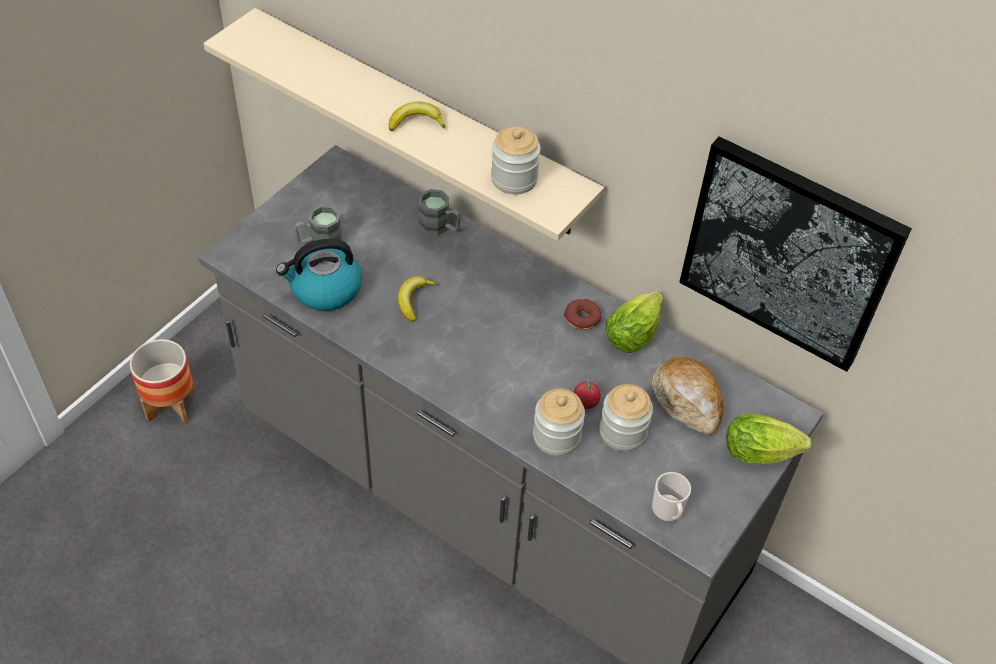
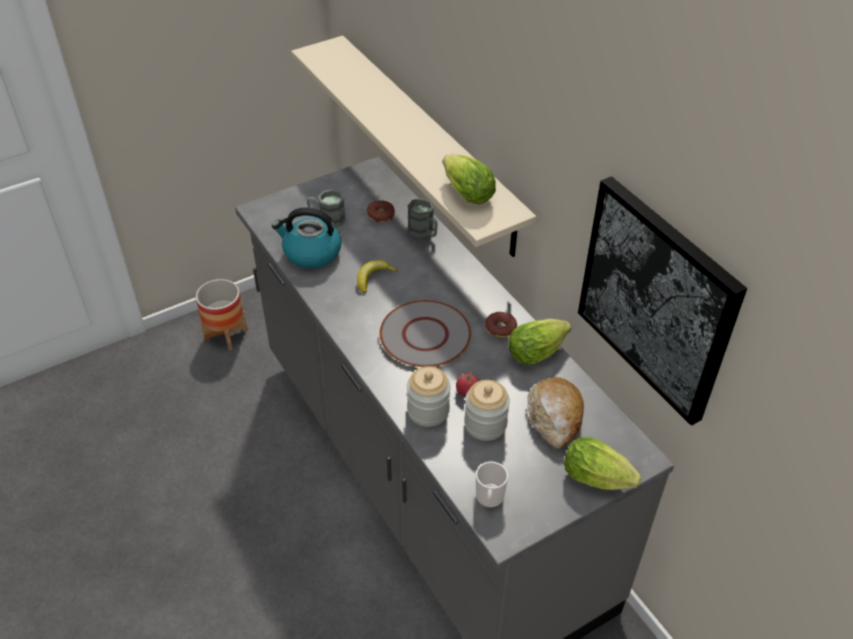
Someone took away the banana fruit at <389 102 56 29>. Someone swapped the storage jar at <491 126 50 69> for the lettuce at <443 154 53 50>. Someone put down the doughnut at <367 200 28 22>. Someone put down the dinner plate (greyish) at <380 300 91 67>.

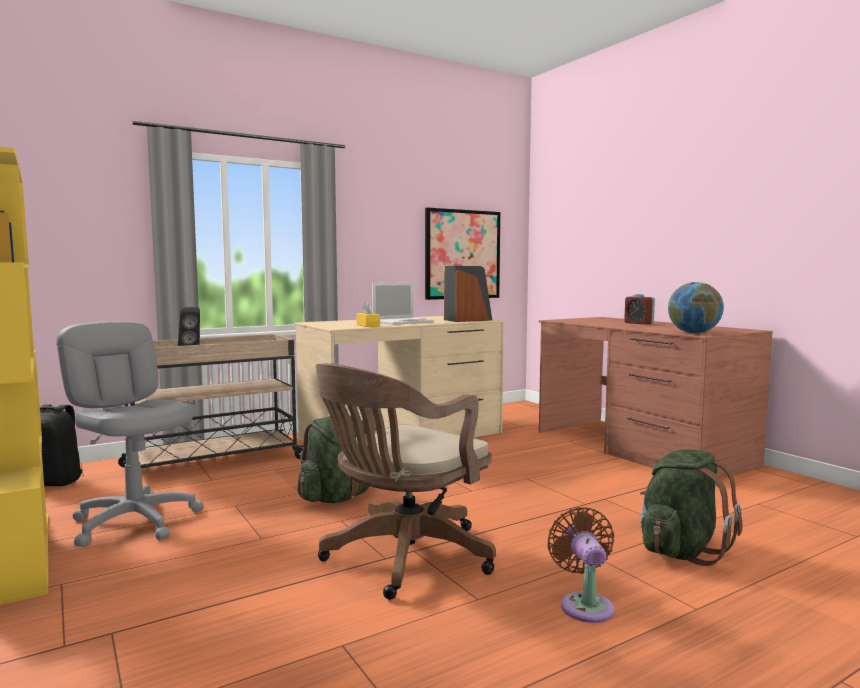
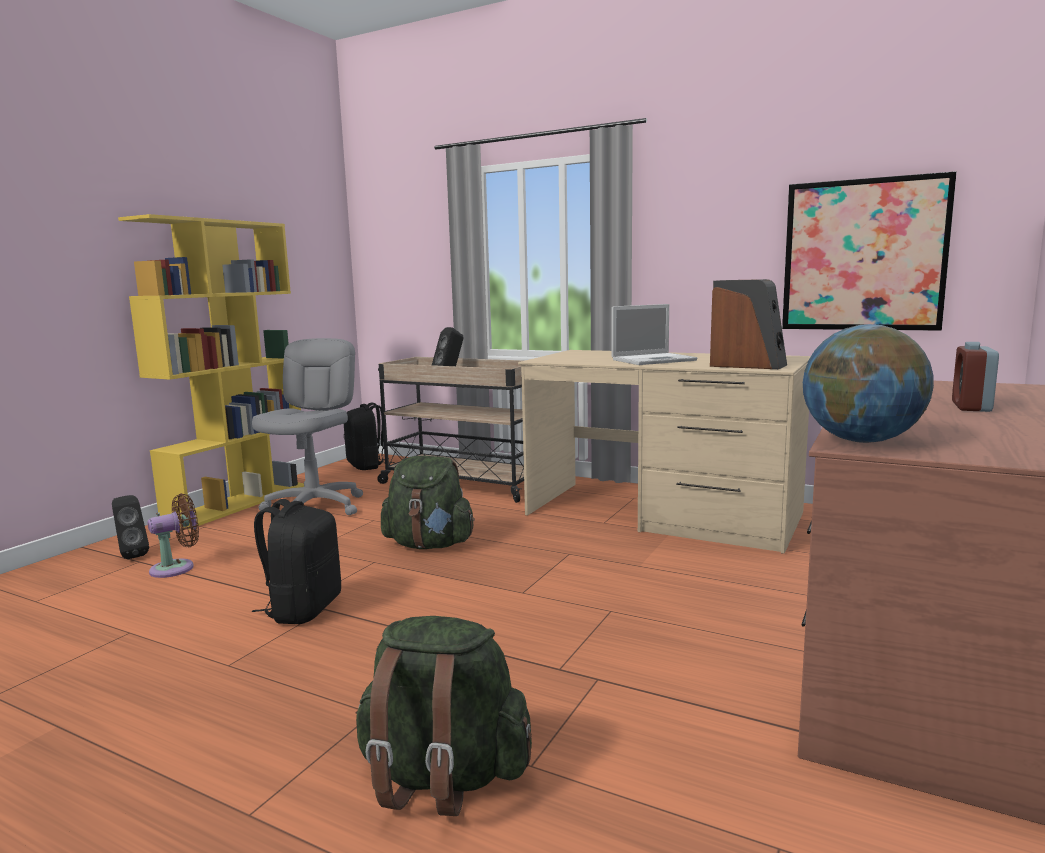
Someone rotated the laptop at <372 282 62 43> by 45 degrees counterclockwise. Someone took away the tissue box (yellow-coloured) at <356 302 24 25>. Someone swapped the office chair (brown-coloured) at <316 363 180 237> for the rucksack (blackish) at <252 499 89 125>. Someone carried the cooling fan (brown-coloured) from <548 507 66 116> to <147 493 52 85>. Someone put down the speaker (blackish) at <112 495 37 64>.

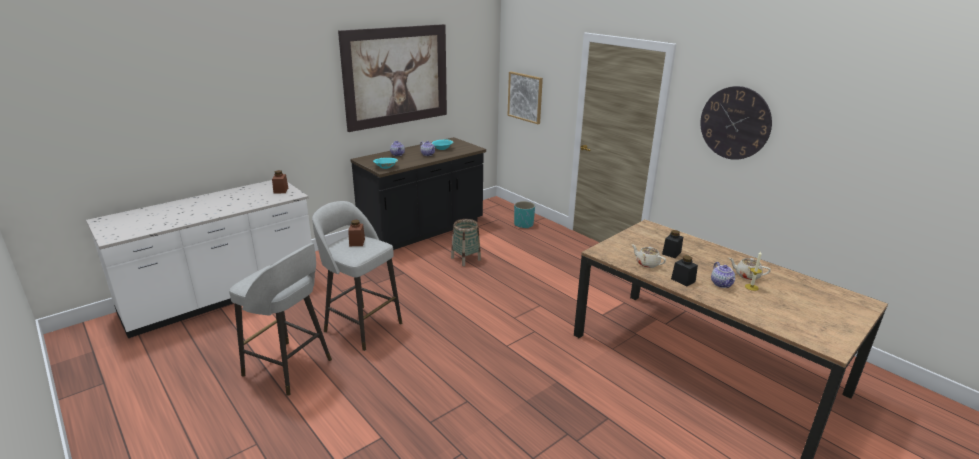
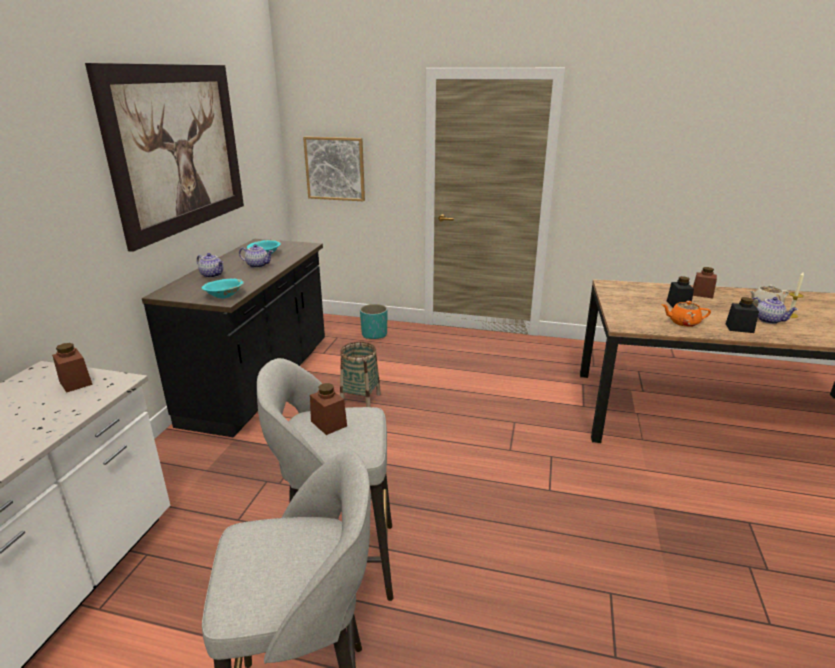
Someone took away the wall clock at <700 86 72 74>. Someone repainted the teapot (beige) at <632 244 34 24>, which became the teapot (orange) at <661 301 50 26>. Someone put down the storage jar (brown-coloured) at <693 267 24 31>.

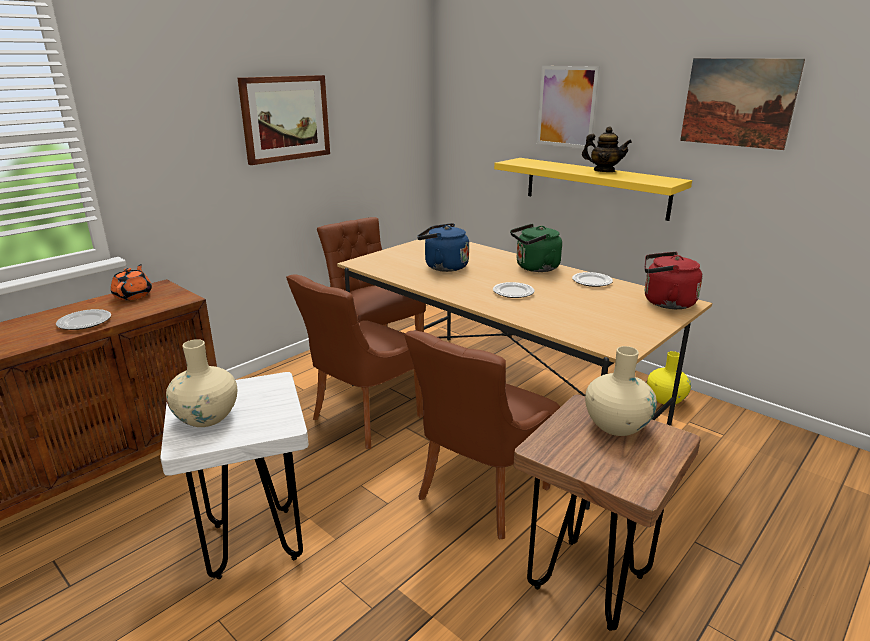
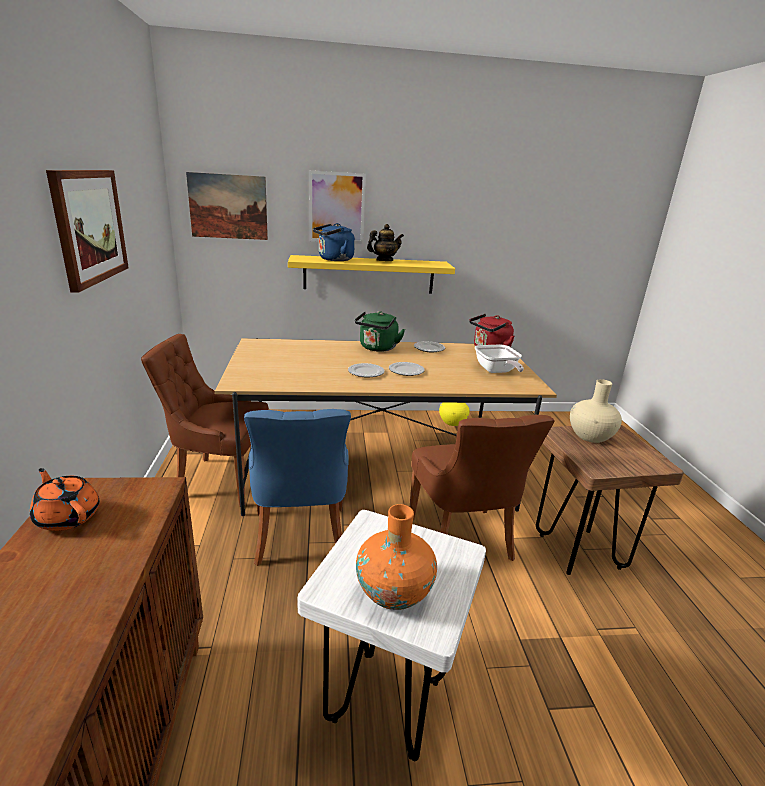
Someone carried the picture from <680 58 125 92> to <186 172 82 68>. Someone carried the tea kettle (blue) from <417 223 52 49> to <313 223 42 38>. Someone repainted the plain chair (brown-coloured) at <286 274 137 175>, which became the plain chair (blue) at <244 409 107 157>. Someone carried the dinner plate from <56 309 55 21> to <348 363 37 15>. Someone repainted the decorative vase (beige) at <166 339 71 88>, which became the decorative vase (orange) at <356 504 81 106>. Someone put down the pan at <475 345 49 28>.

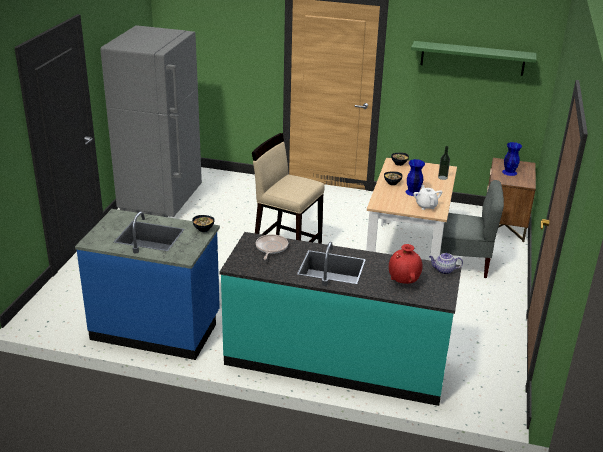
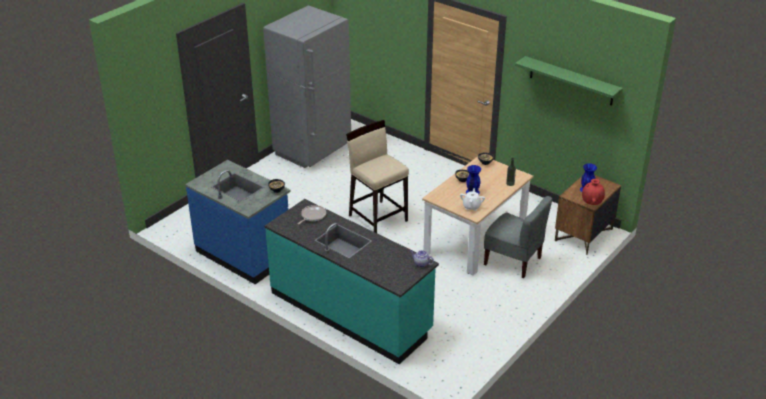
Someone carried the decorative vase (reddish) from <389 244 33 40> to <582 179 23 26>.

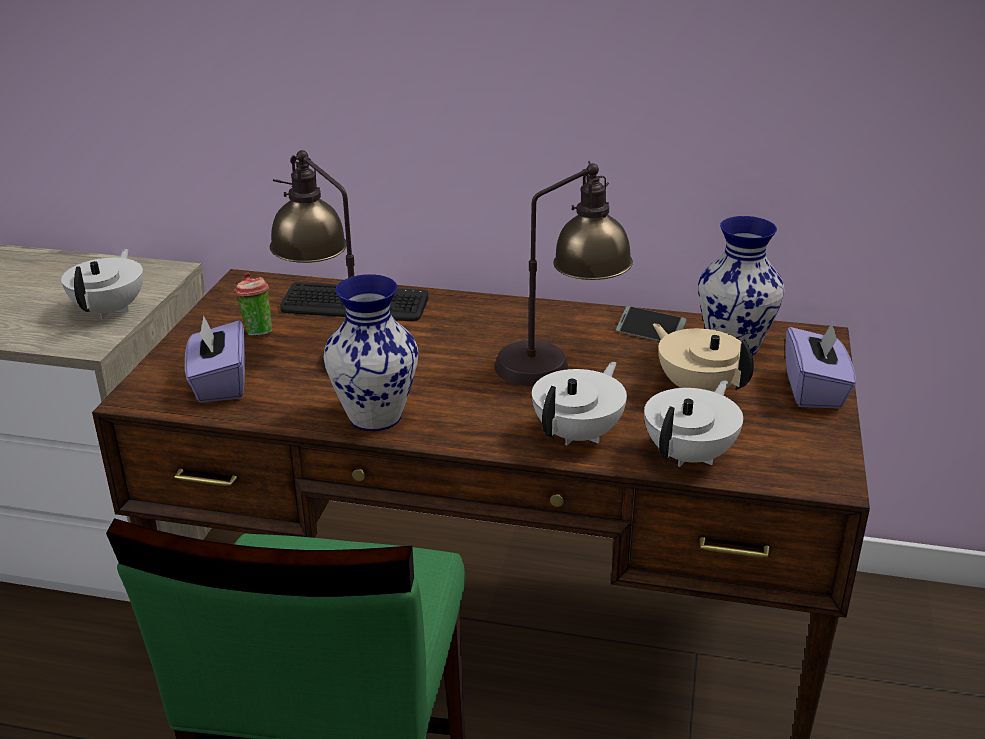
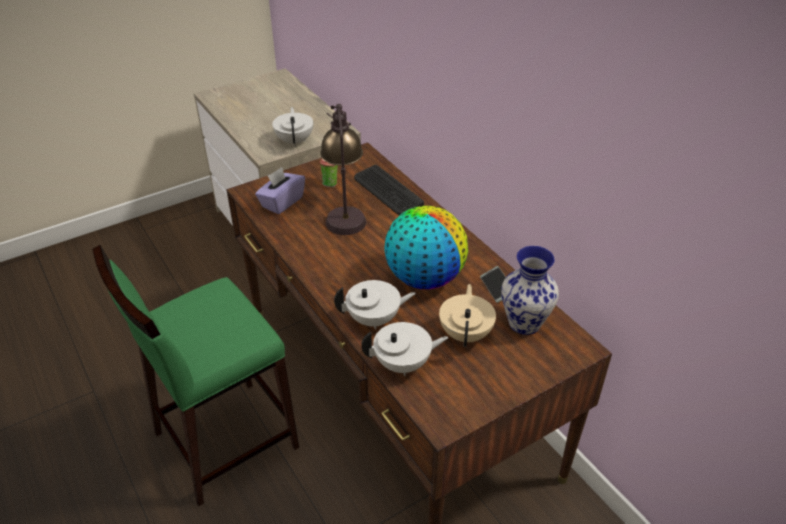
Someone swapped the tabletop lamp at <494 161 139 225> for the desk globe at <384 206 84 83>. Someone rotated the teapot (whitish) at <61 249 82 70> by 60 degrees counterclockwise. Someone took away the decorative vase at <324 274 94 157>. Someone took away the tissue box (purple-coloured) at <785 321 71 88>.

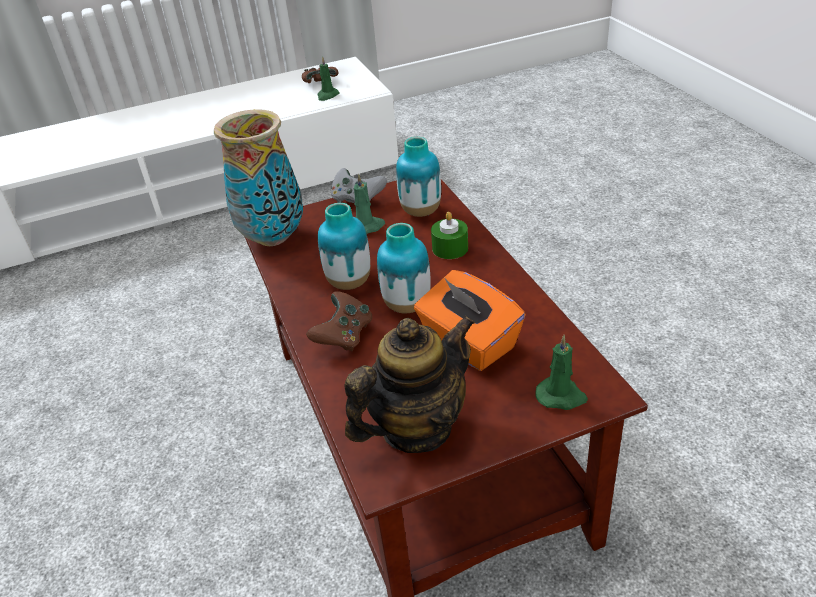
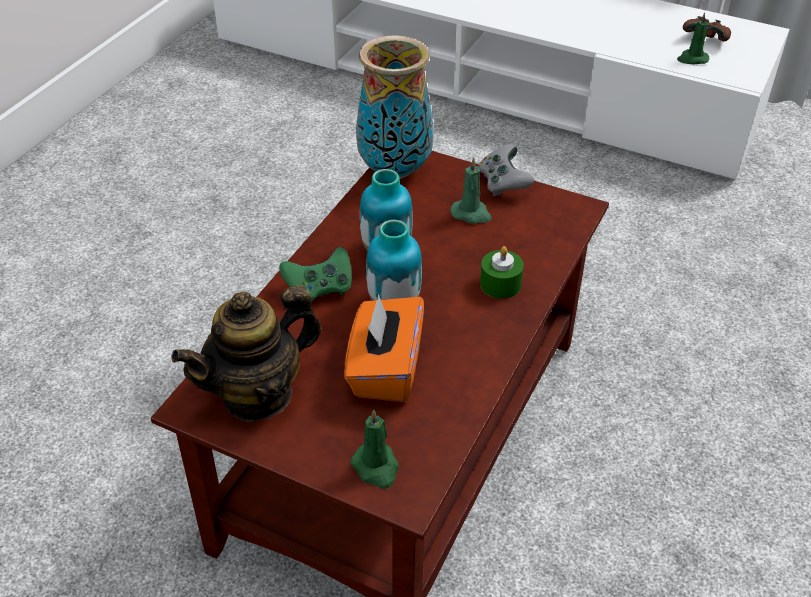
Someone took away the decorative vase at <396 137 45 80>. Someone repainted the joypad (brown-coloured) at <306 291 66 61>, which became the joypad (greenish) at <279 247 73 54>. Someone rotated the teapot at <344 315 131 138> by 135 degrees clockwise.

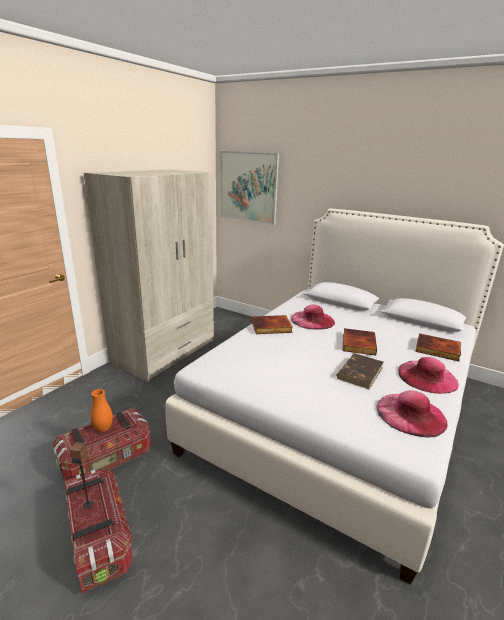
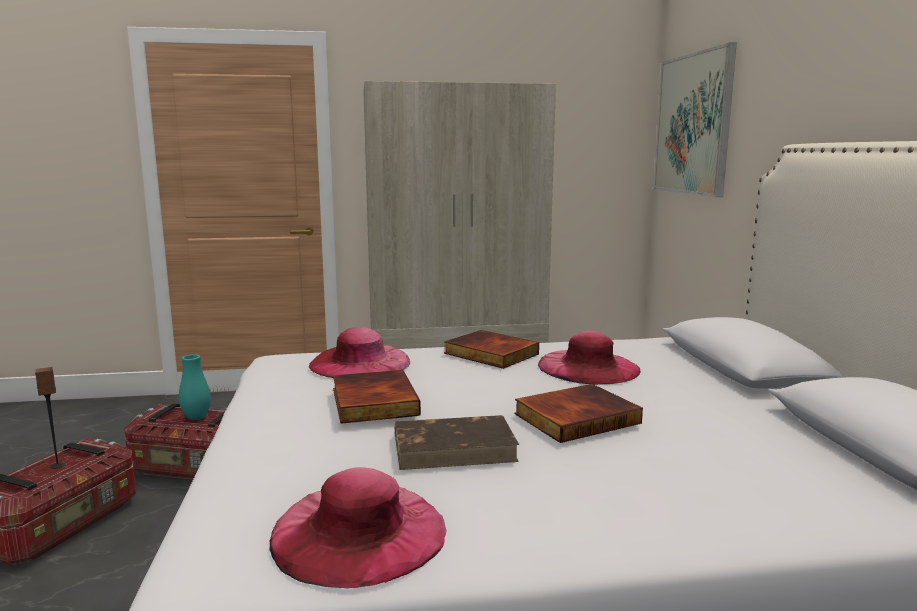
Someone carried the bound book from <415 333 46 28> to <333 370 88 54>. Someone carried the clothing hat (pinkish) from <398 357 61 37> to <309 327 101 51>. Someone repainted the decorative vase (orange) at <90 389 23 43>, which became the decorative vase (turquoise) at <179 354 32 66>.

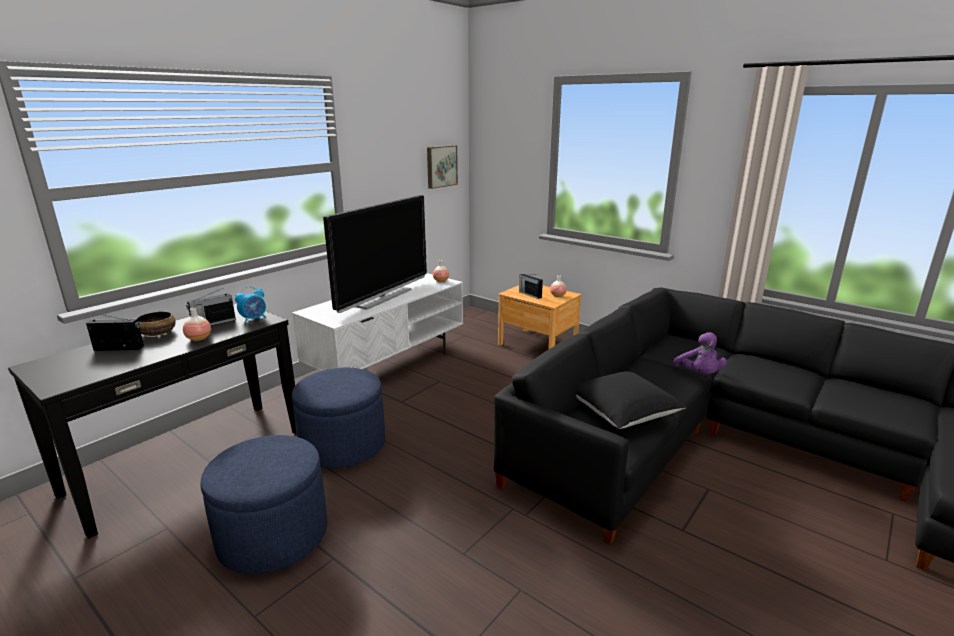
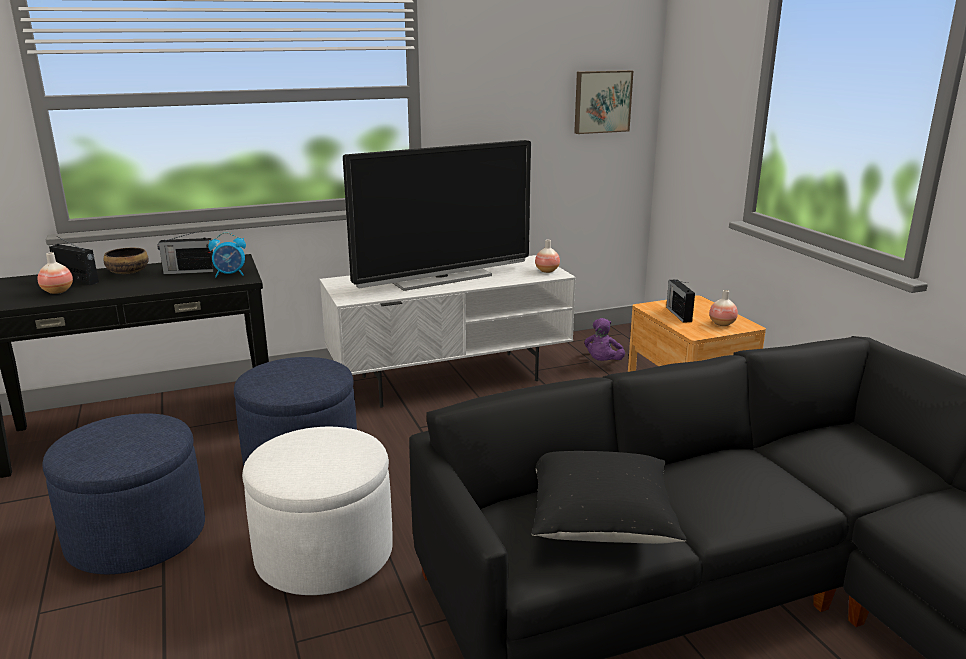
Someone carried the decorative vase from <183 308 28 33> to <37 252 36 42>. Someone carried the cuddly toy (purple-coloured) from <673 332 54 42> to <584 318 41 43>. Someone put down the ottoman (whitish) at <242 427 151 168>.

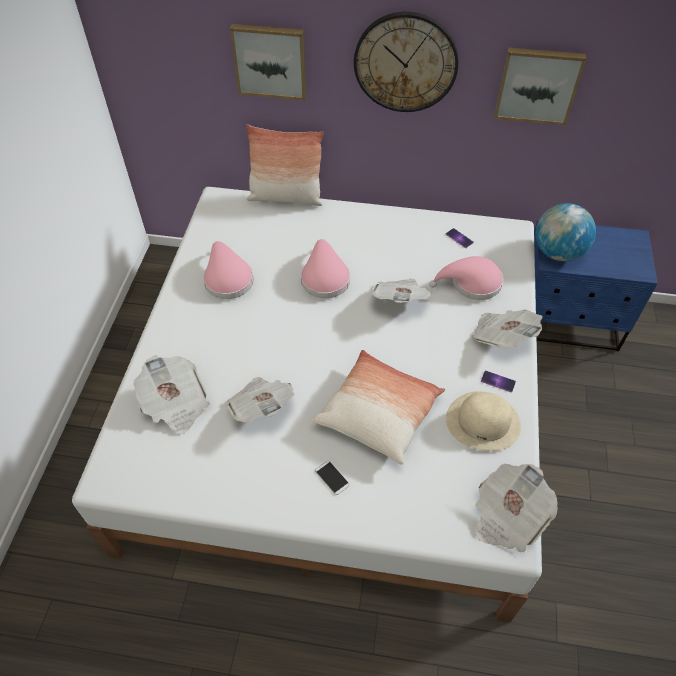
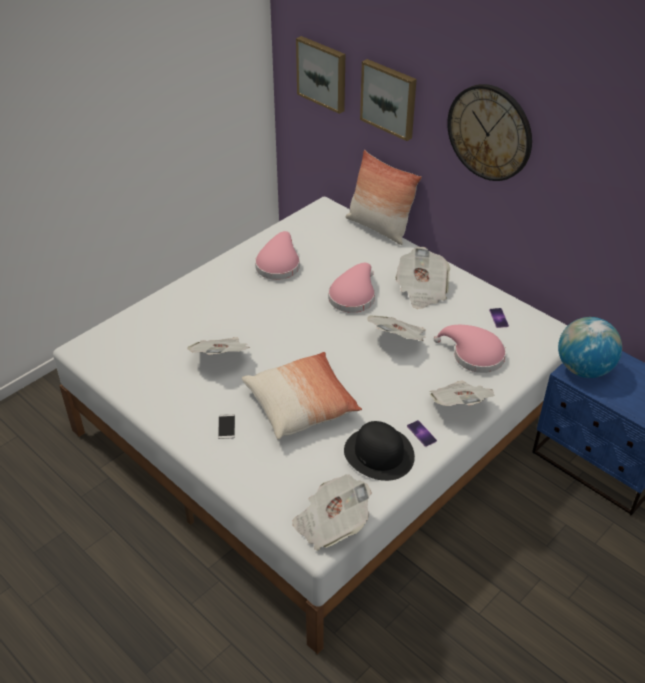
Someone carried the picture from <494 47 92 78> to <296 36 49 78>. Someone carried the newspaper from <133 356 77 79> to <395 247 55 62>. Someone repainted the clothing hat (beige) at <446 391 75 60>, which became the clothing hat (blackish) at <344 421 71 60>.

